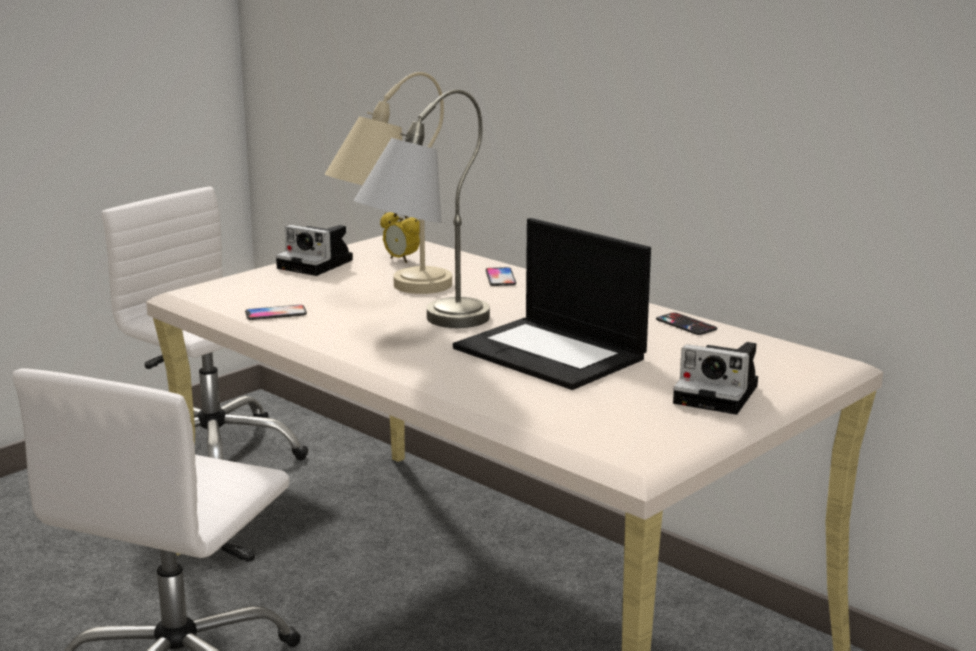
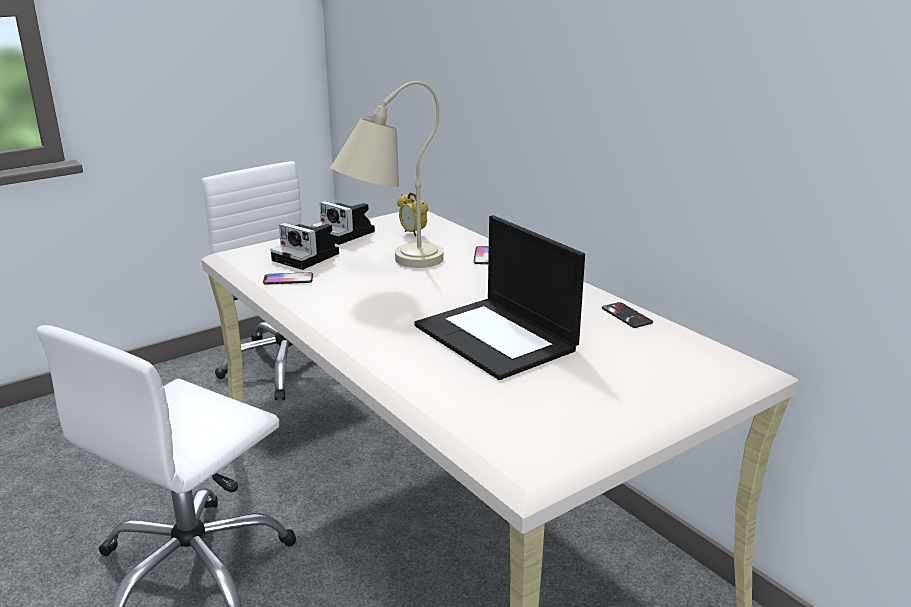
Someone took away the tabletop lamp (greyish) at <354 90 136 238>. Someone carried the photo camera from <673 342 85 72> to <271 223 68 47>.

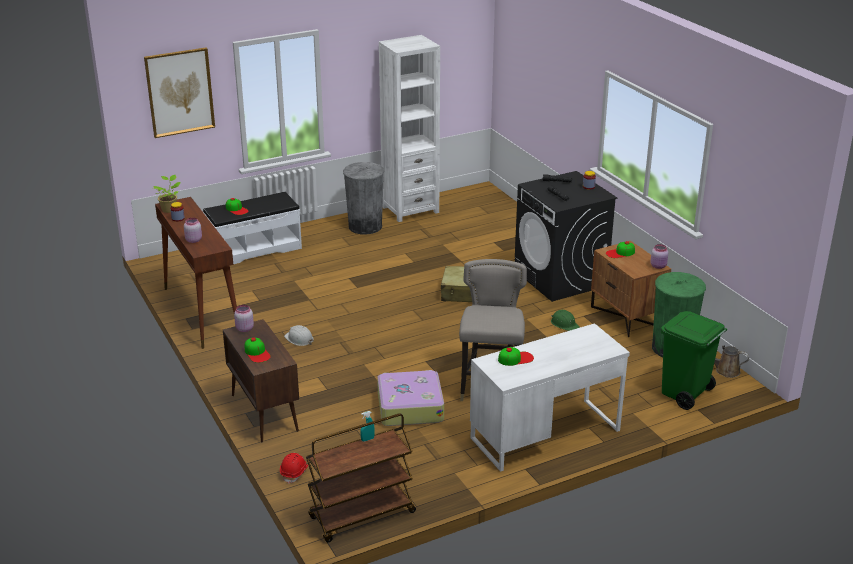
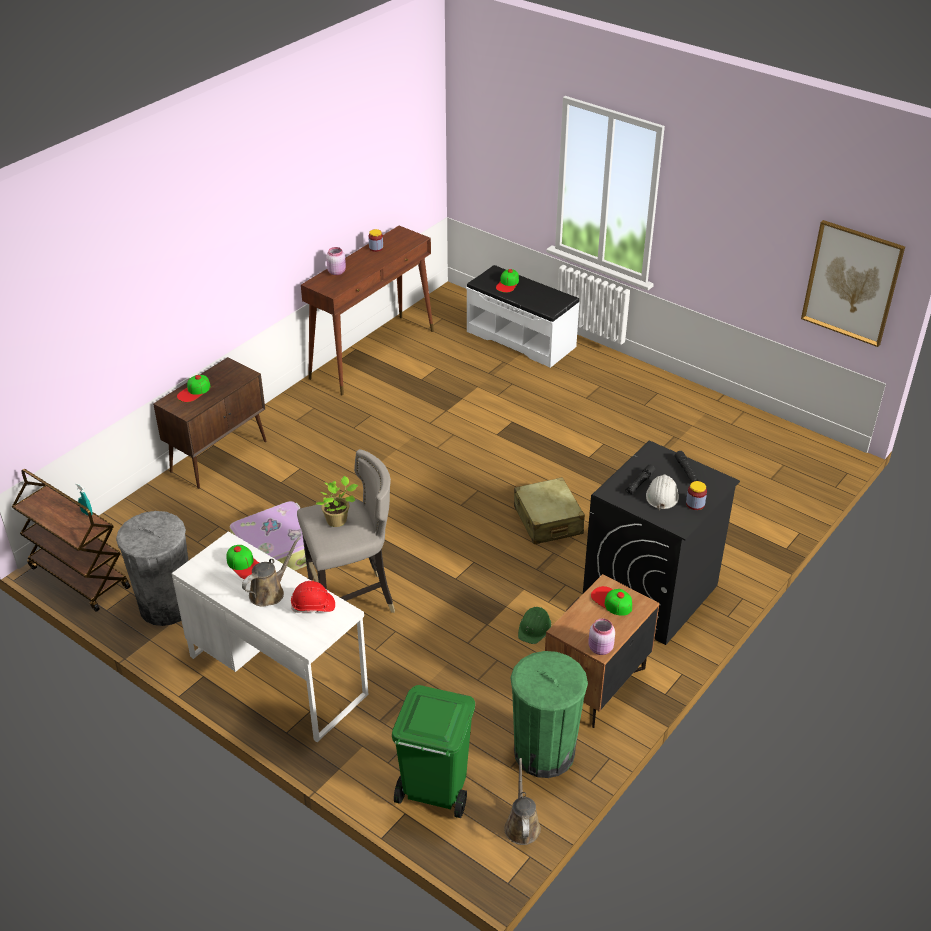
Someone took away the shelving unit (whitish) at <379 35 61 187>. Someone carried the picture from <144 47 71 91> to <801 220 104 127>. Someone carried the trash can (greyish) from <343 162 41 73> to <116 511 72 115>. Someone carried the plant in a pot from <152 175 29 38> to <316 476 42 51>. Someone took away the storage jar (pinkish) at <234 305 20 27>. Someone carried the hard hat (whitish) from <284 325 30 21> to <646 474 33 37>. Someone carried the hard hat (reddish) from <280 453 28 31> to <291 581 44 32>. Someone put down the watering can (brown-coloured) at <242 537 58 70>.

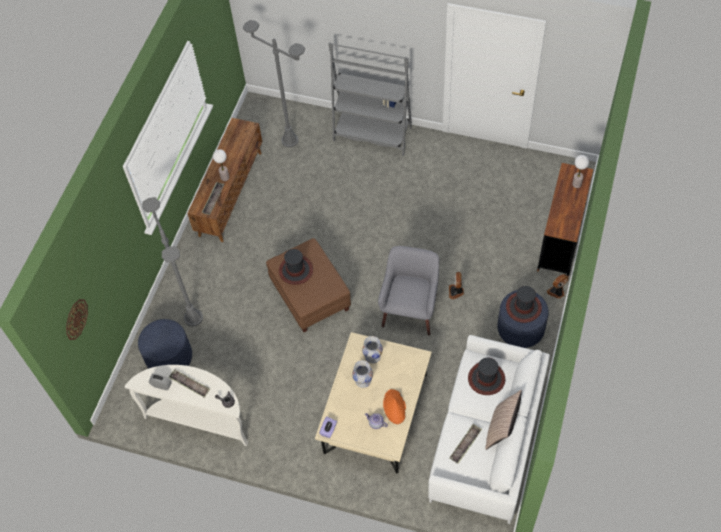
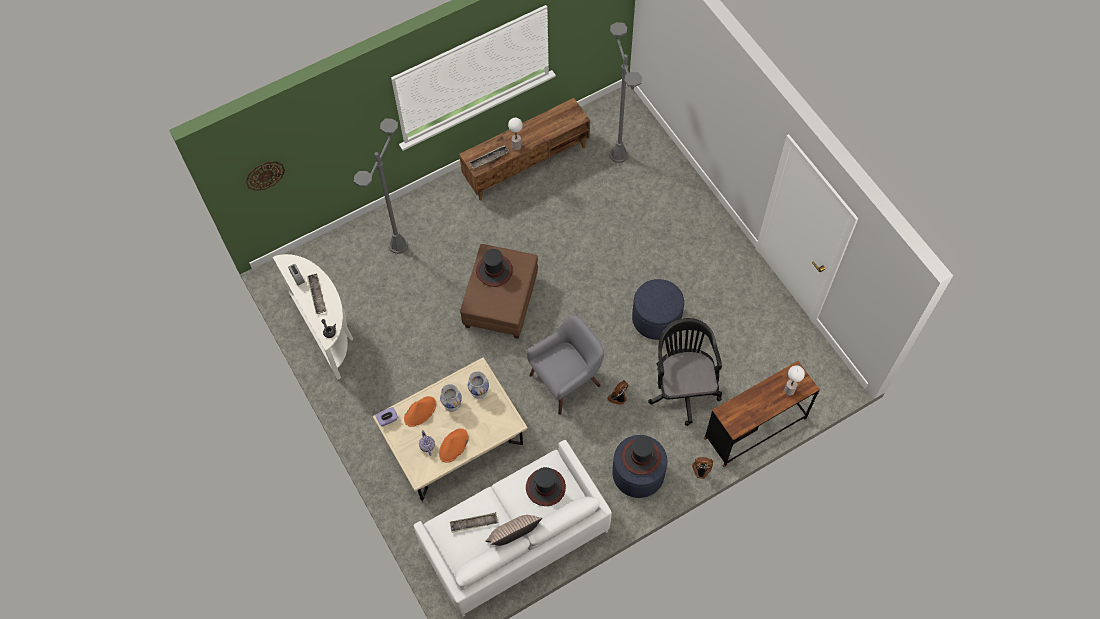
Someone took away the shelving unit (greyish) at <328 42 84 114>. Someone carried the ottoman (blue) from <138 319 54 50> to <632 279 52 61>. Someone put down the office chair (blackish) at <648 318 74 108>. Someone put down the clothing hat (orange) at <404 396 32 31>.

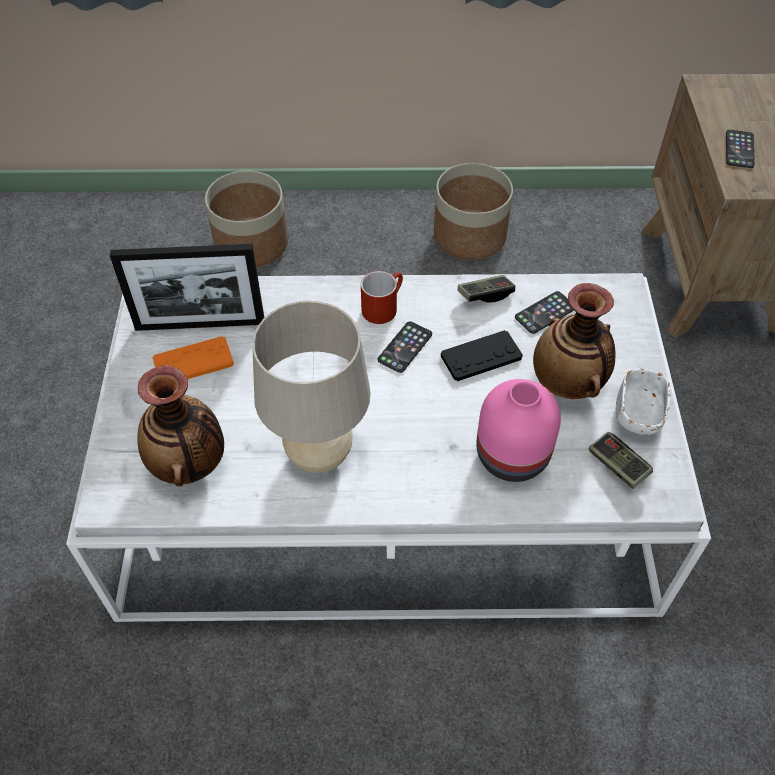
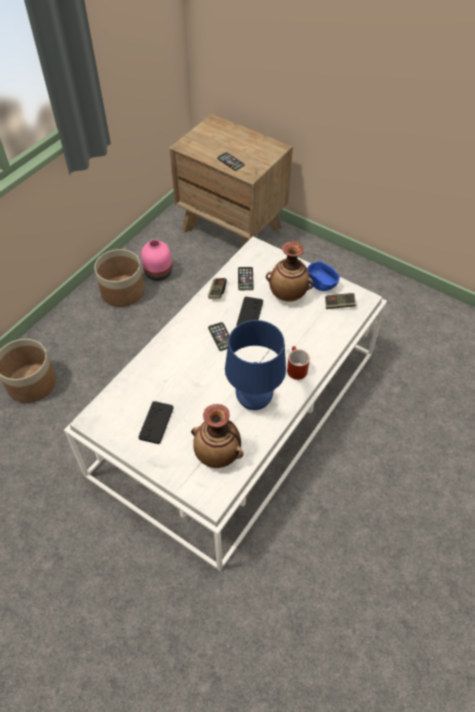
Someone took away the standing frame at <110 244 155 87>. Someone carried the coffee mug (reddish) from <361 271 42 53> to <287 346 23 34>. Someone repainted the tabletop lamp (beige) at <252 301 119 172>, which became the tabletop lamp (blue) at <225 320 61 90>. Someone repainted the joypad (orange) at <152 336 82 43>, which became the joypad (blackish) at <139 401 34 43>. Someone repainted the bowl (whitish) at <616 369 55 66>, which became the bowl (blue) at <307 261 33 30>. Someone carried the decorative vase (pinkish) from <476 379 85 103> to <141 240 31 41>.

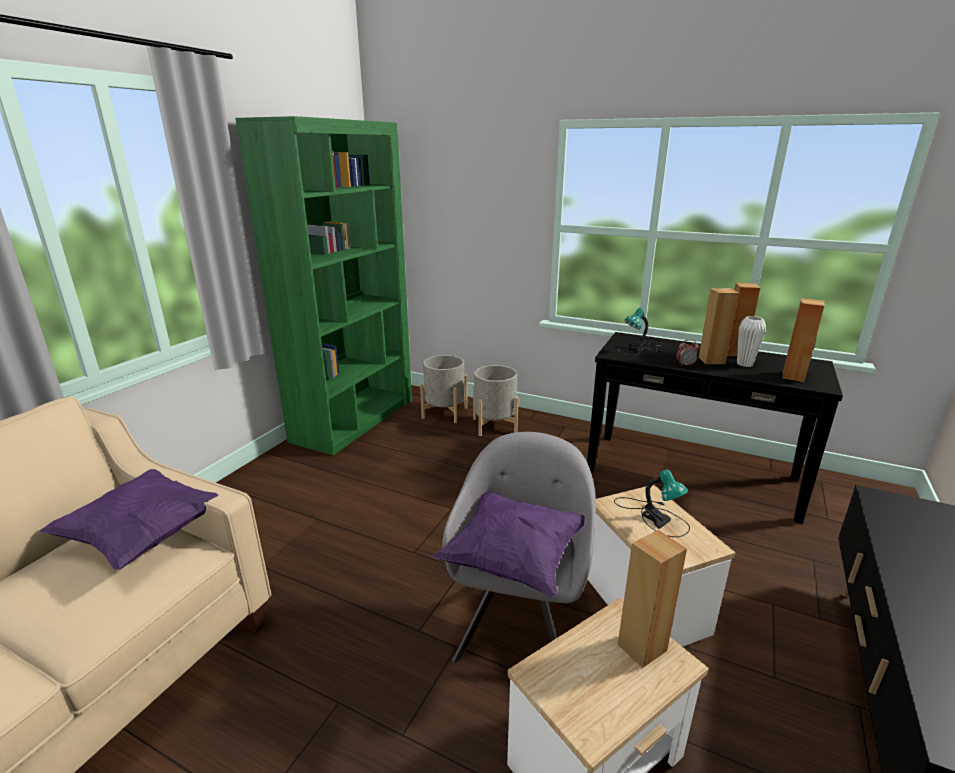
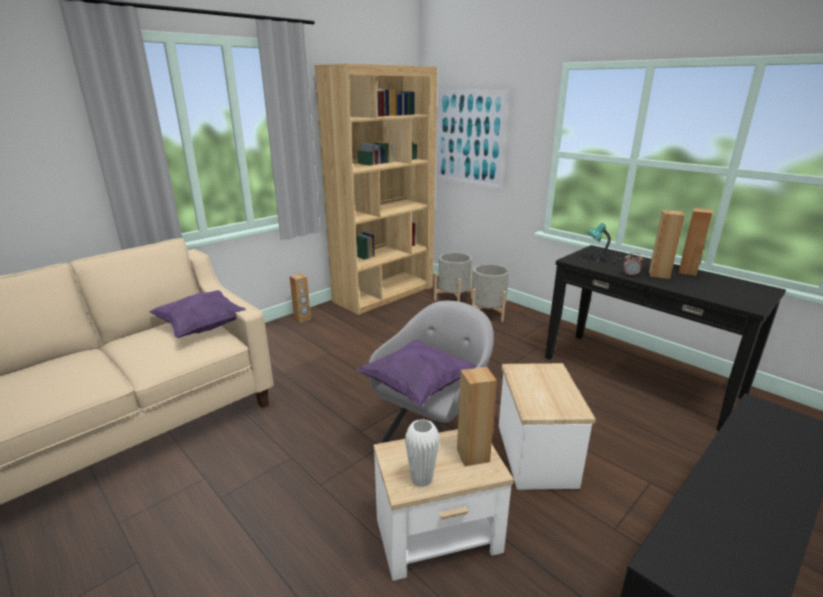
Someone repainted the shelving unit (greenish) at <235 116 177 339>, which became the shelving unit (brown-coloured) at <315 63 122 252>. Someone carried the speaker (brown-coloured) from <782 298 42 84> to <290 273 21 50>. Someone carried the decorative vase (whitish) from <737 316 29 51> to <405 419 35 68>. Someone took away the tabletop lamp at <614 469 76 68>. Someone put up the picture at <435 89 74 101>.

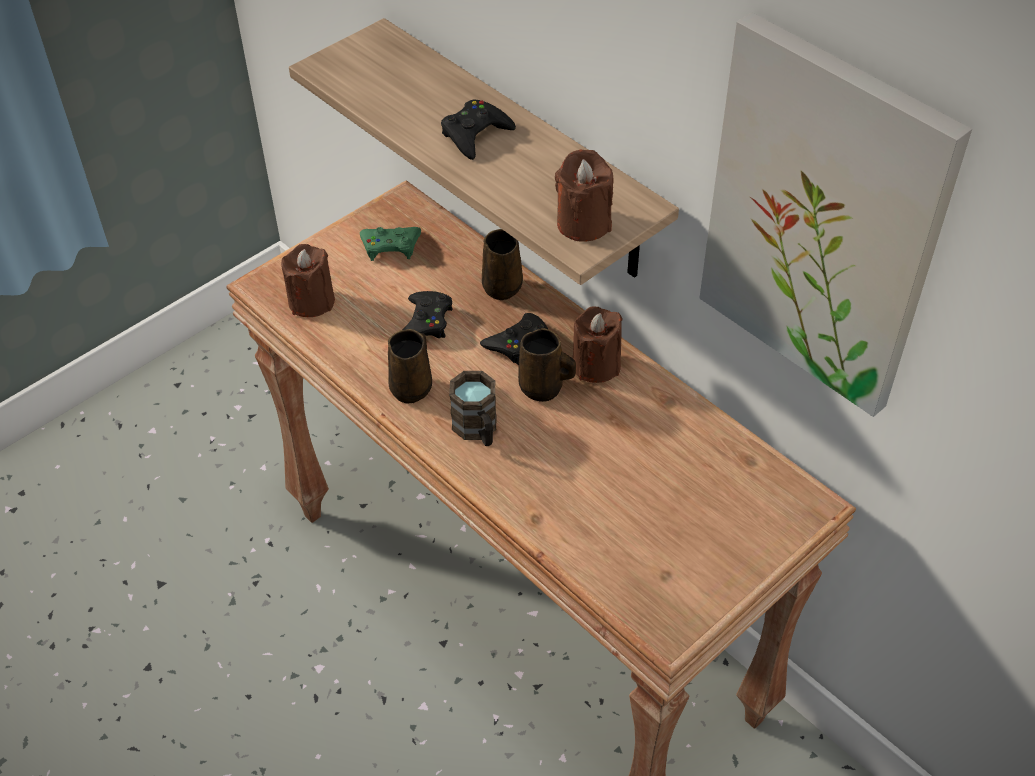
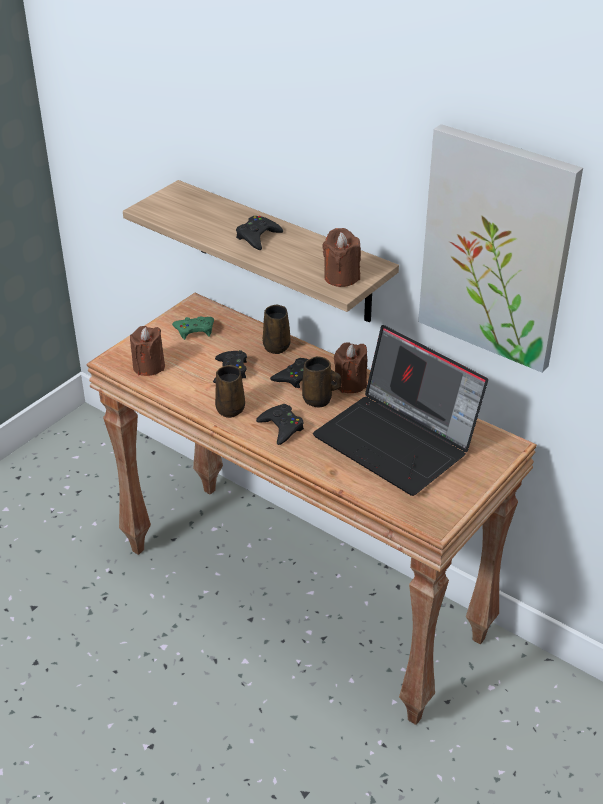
Someone swapped the coffee mug (brown-coloured) at <449 371 48 75> for the joypad (blackish) at <256 404 48 41>. Someone put down the laptop at <313 325 175 171>.

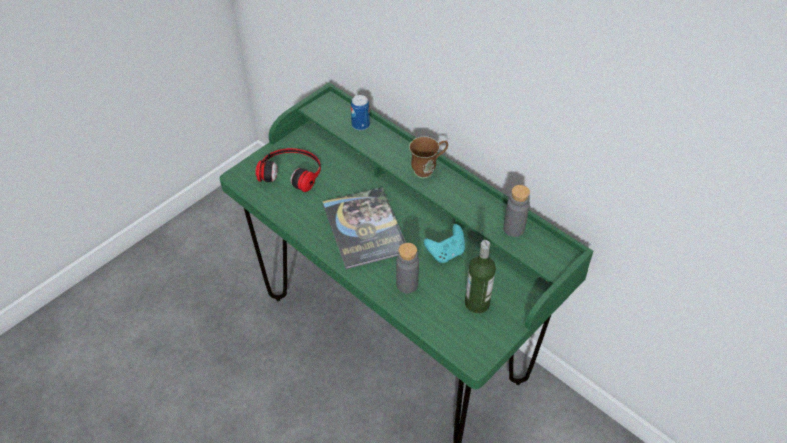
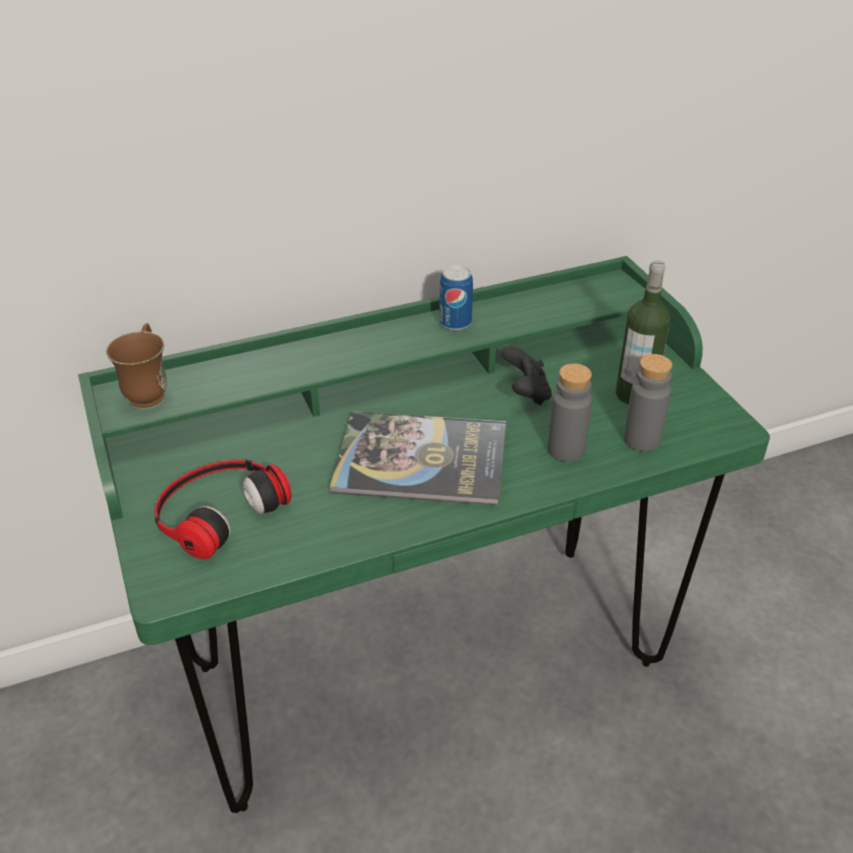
Someone carried the sealed can from <351 95 19 36> to <439 265 34 66>. Someone carried the coffee mug (brown-coloured) from <409 136 39 42> to <106 323 61 88>. Someone carried the bottle (greyish) from <503 185 27 52> to <624 354 48 98>. Someone repainted the joypad (turquoise) at <424 224 41 39>, which became the joypad (blackish) at <502 346 50 59>.

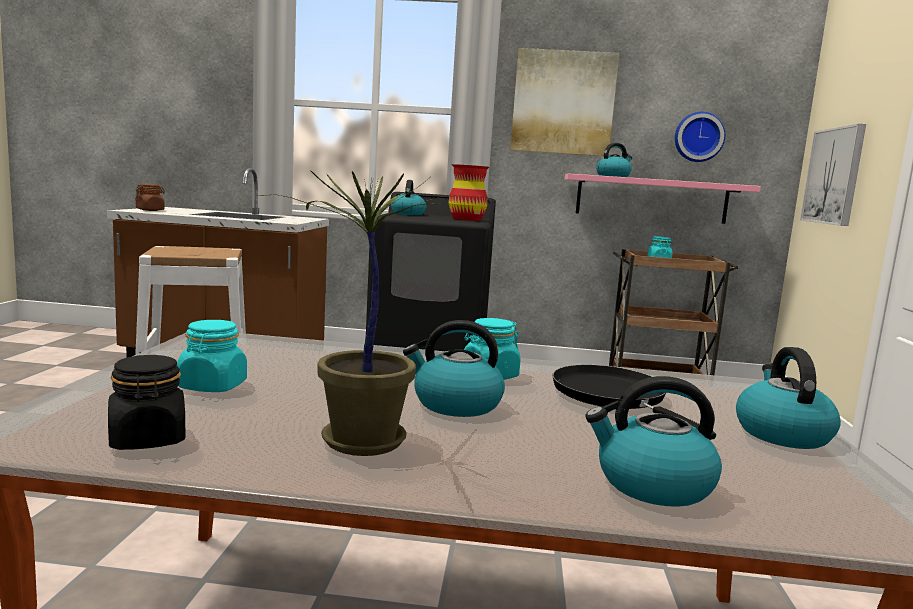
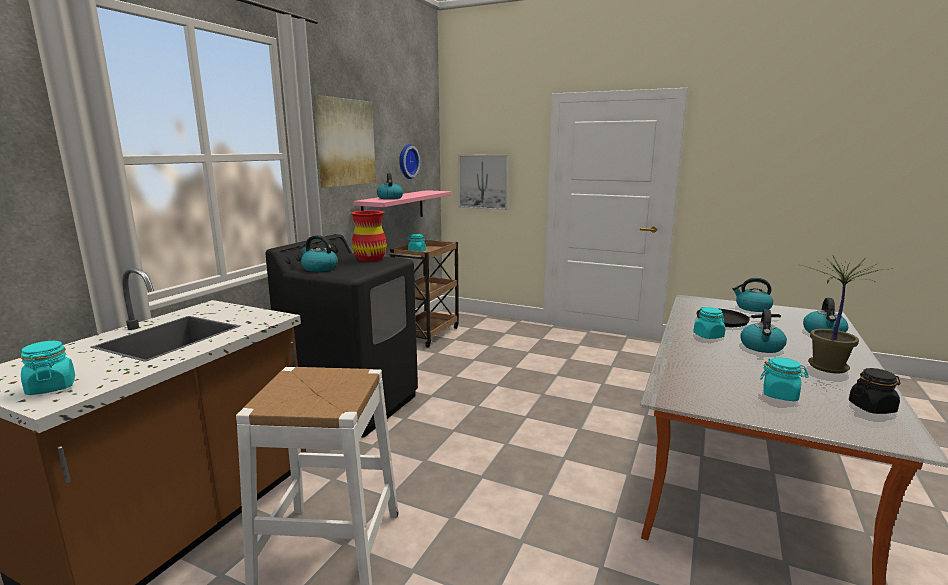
Someone repainted the storage jar (brown-coloured) at <135 184 30 27>, which became the storage jar (turquoise) at <21 341 54 54>.

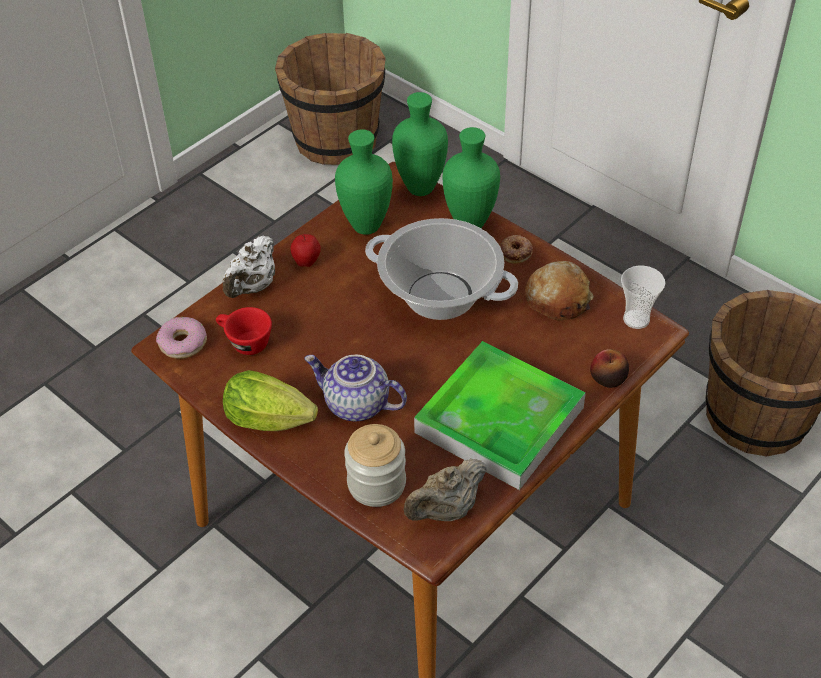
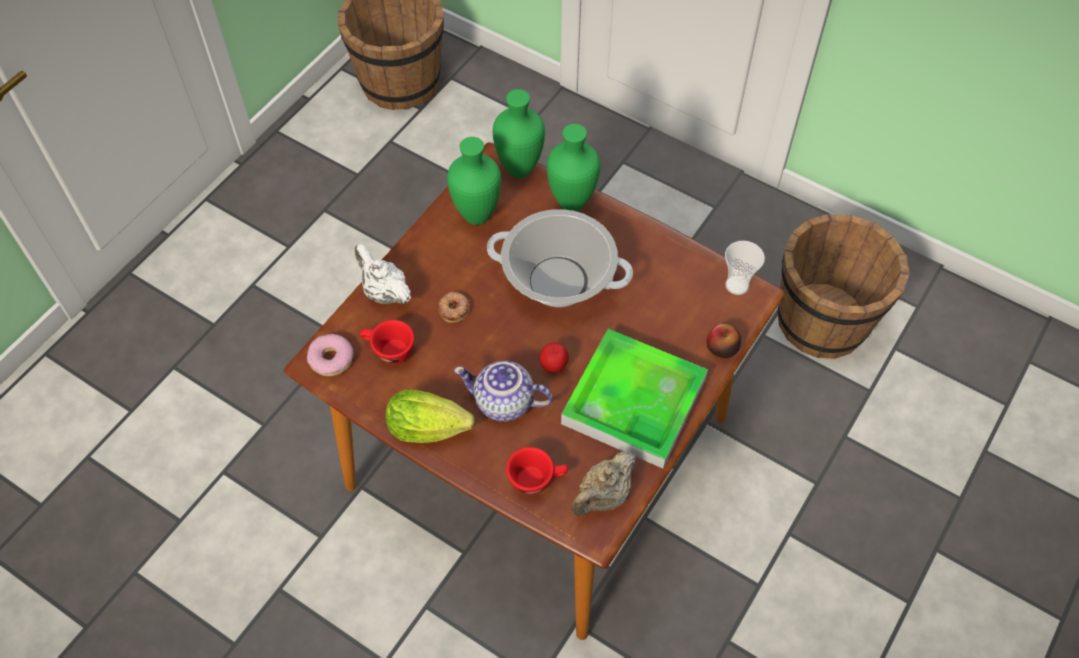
Someone carried the apple fruit from <291 234 30 33> to <539 342 30 31>. Someone rotated the teapot (whitish) at <223 235 52 63> by 120 degrees clockwise. Someone carried the doughnut from <500 235 33 29> to <438 292 32 31>. Someone took away the baked bread at <525 261 69 60>. Someone swapped the storage jar at <344 424 62 83> for the small cup (reddish) at <506 447 62 48>.

